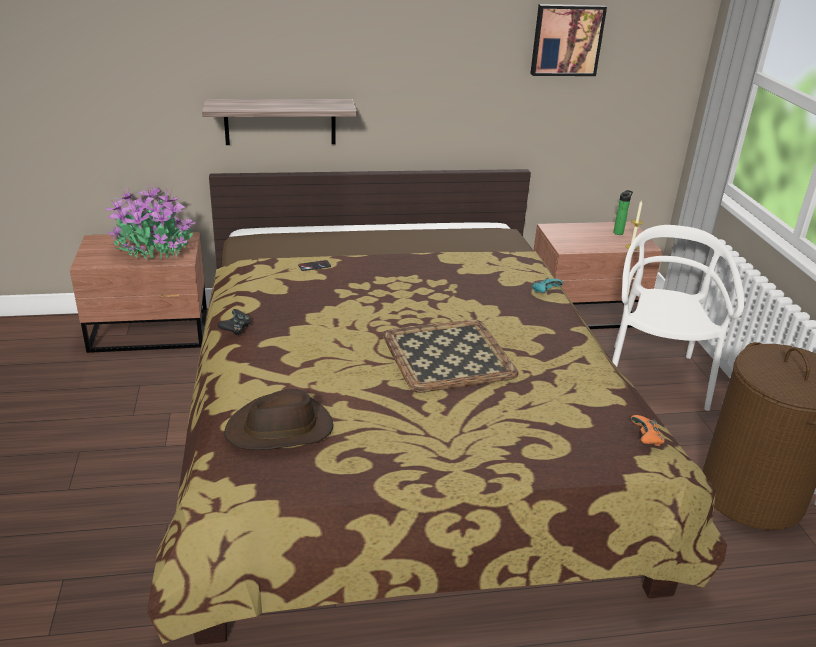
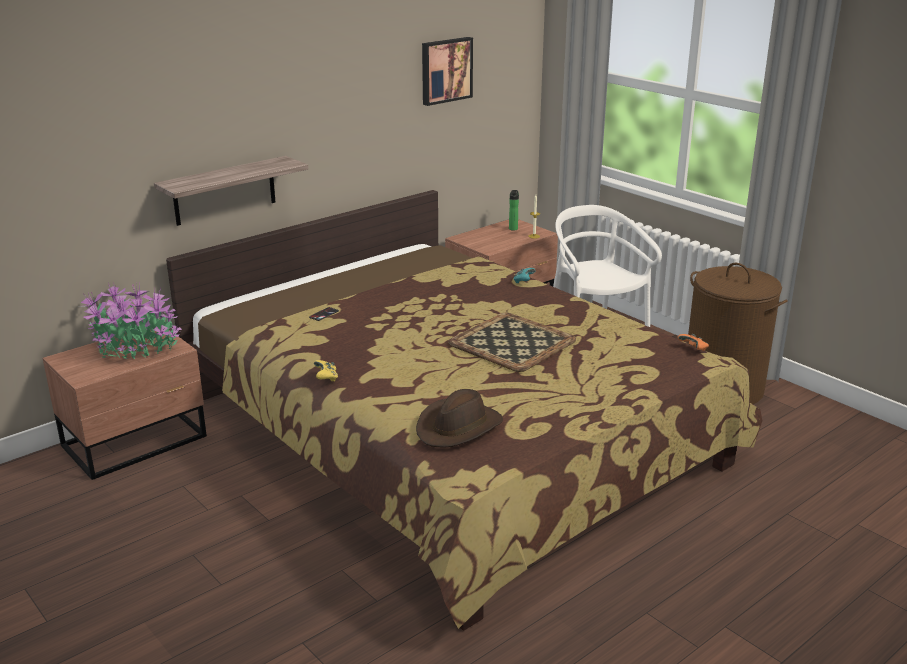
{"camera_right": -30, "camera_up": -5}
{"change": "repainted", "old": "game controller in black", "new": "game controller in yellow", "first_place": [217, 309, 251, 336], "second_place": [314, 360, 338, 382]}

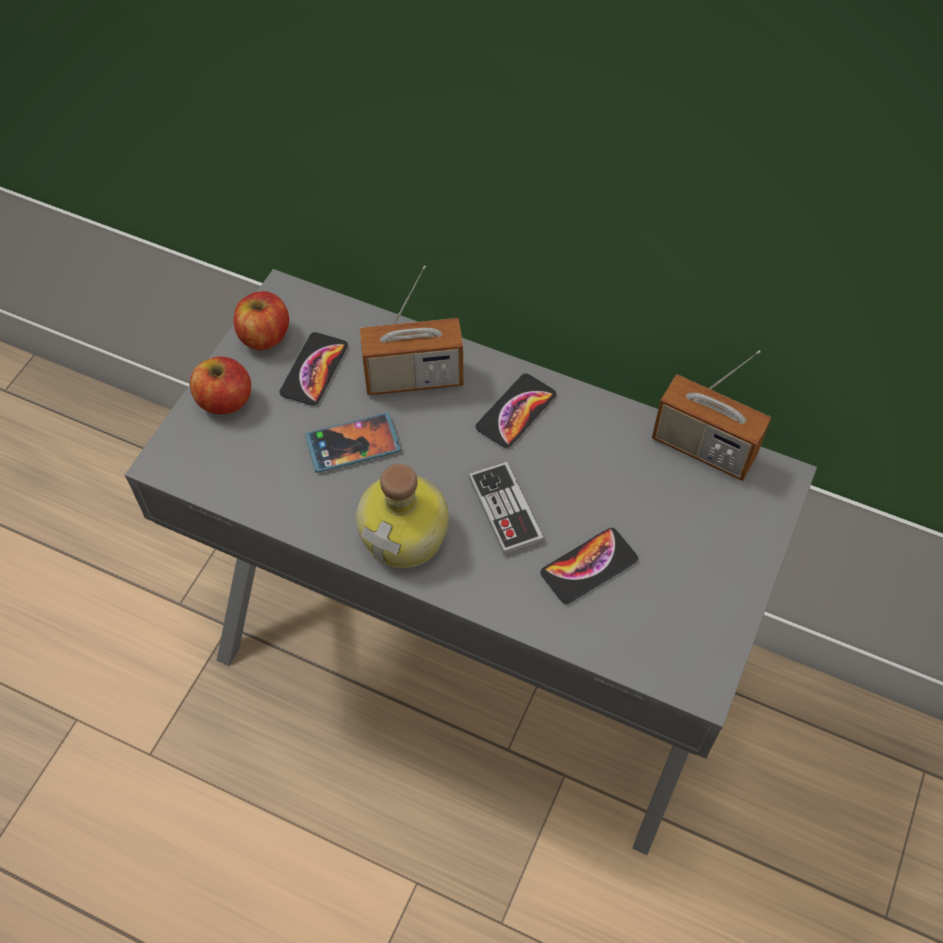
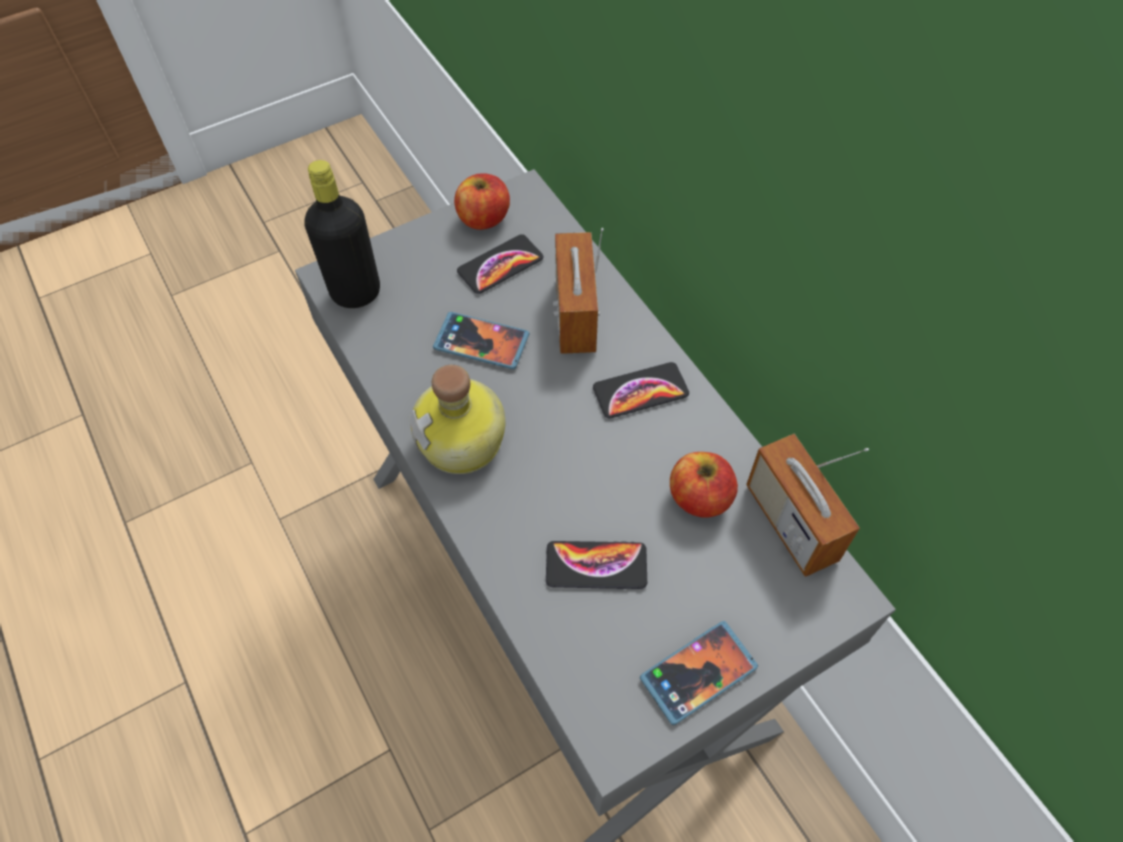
{"camera_right": 35, "camera_up": 0}
{"change": "gone", "old": "game controller", "first_place": [468, 461, 544, 555]}
{"change": "new", "new": "bottle in black", "second_place": [305, 160, 380, 308]}
{"change": "new", "new": "phone", "second_place": [640, 621, 758, 725]}
{"change": "shifted", "old": "apple", "first_place": [190, 356, 251, 415], "second_place": [670, 452, 738, 518]}
{"change": "rotated", "old": "radio", "first_place": [360, 266, 463, 395], "second_place": [553, 228, 604, 354], "degrees": 60}

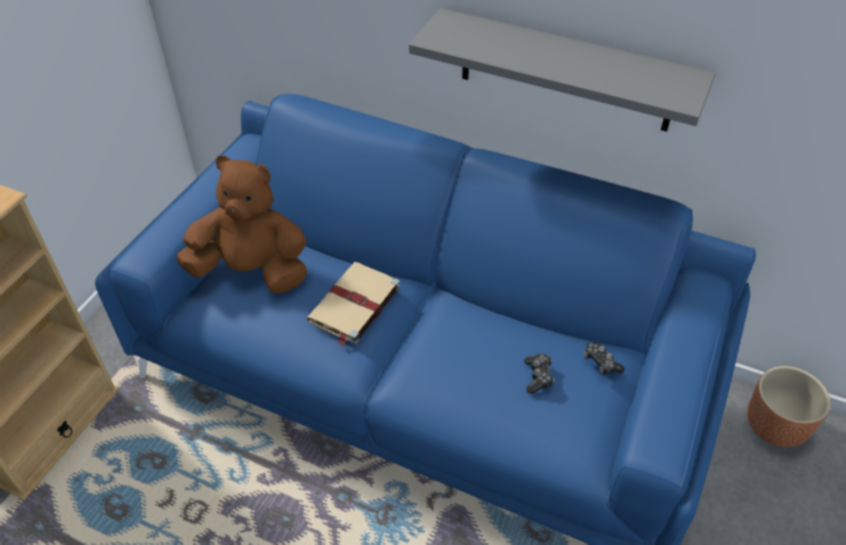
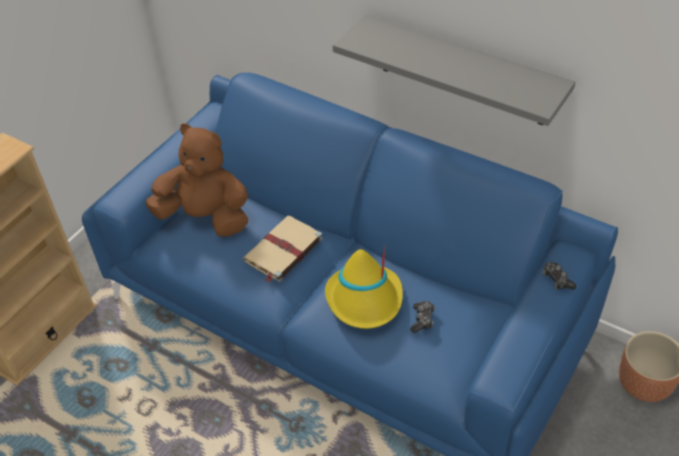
{"camera_right": 10, "camera_up": 0}
{"change": "new", "new": "hat in yellow", "second_place": [325, 246, 403, 329]}
{"change": "shifted", "old": "game controller", "first_place": [584, 342, 625, 375], "second_place": [543, 262, 576, 290]}

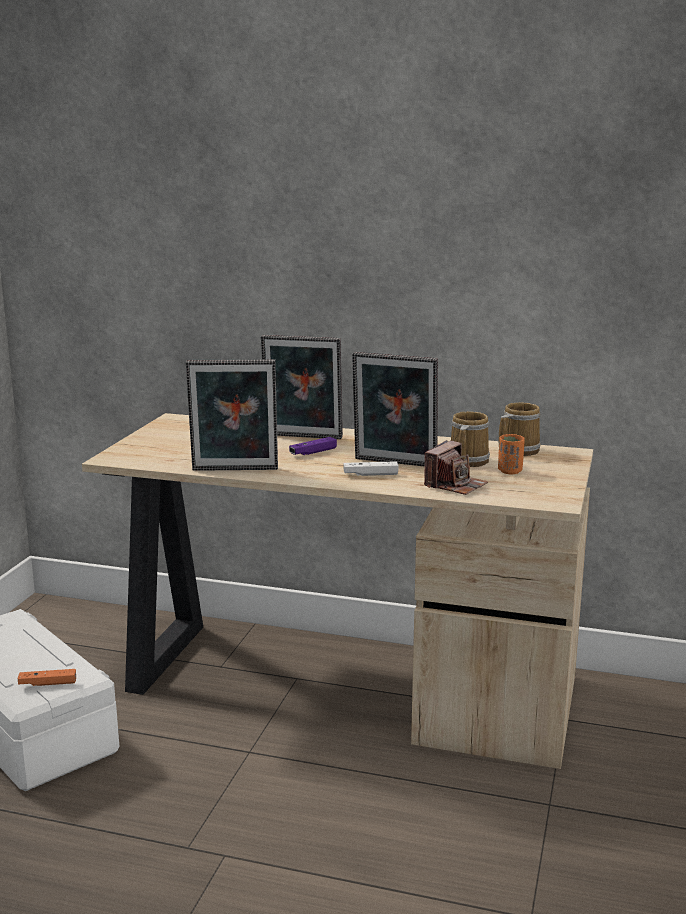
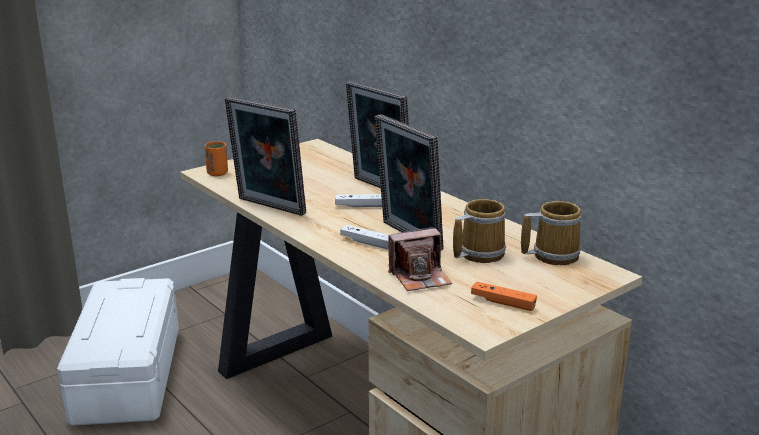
{"camera_right": 35, "camera_up": 5}
{"change": "shifted", "old": "game controller in orange", "first_place": [18, 669, 76, 686], "second_place": [471, 282, 537, 311]}
{"change": "shifted", "old": "cup in orange", "first_place": [498, 434, 525, 474], "second_place": [204, 141, 228, 176]}
{"change": "repainted", "old": "game controller in purple", "new": "game controller in white", "first_place": [289, 437, 337, 456], "second_place": [335, 194, 382, 207]}

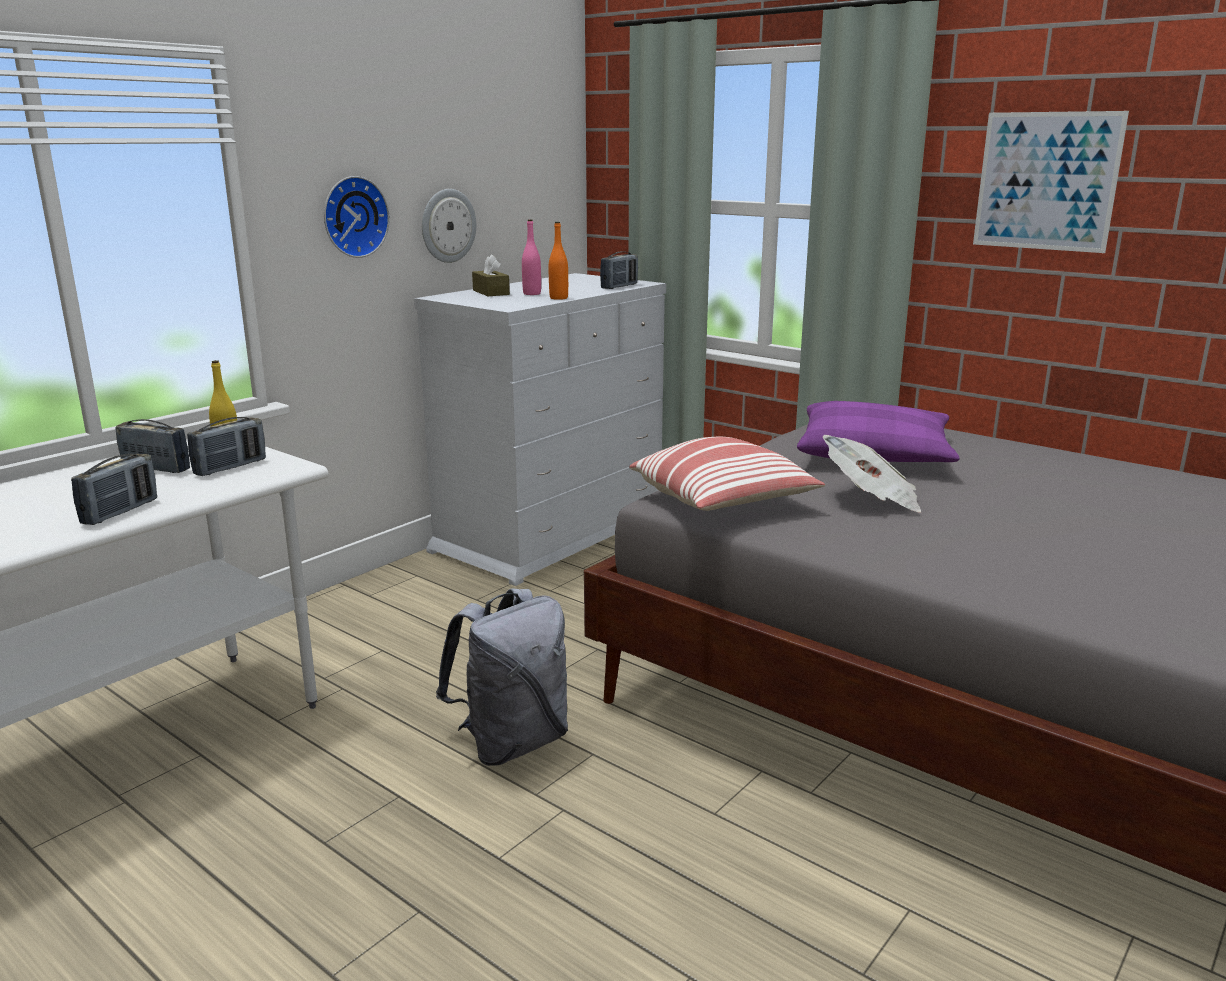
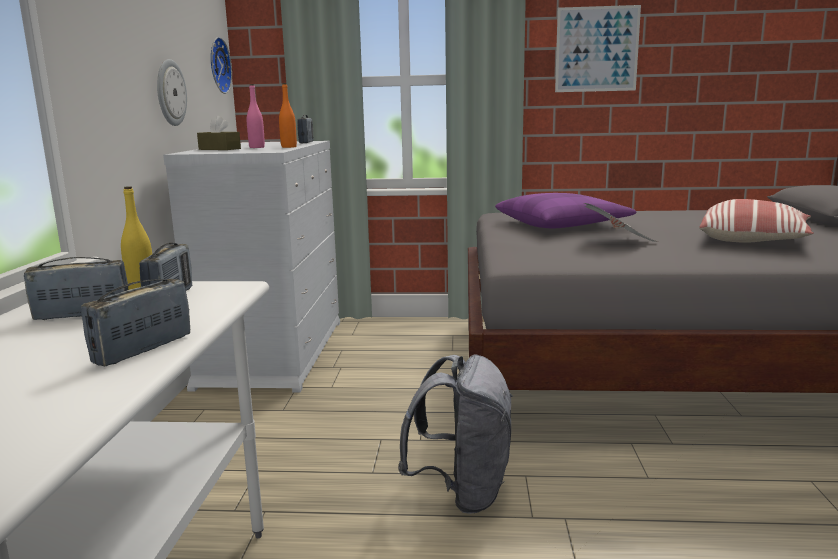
{"camera_right": -35, "camera_up": -5}
{"change": "shifted", "old": "wall clock", "first_place": [324, 176, 390, 258], "second_place": [211, 37, 232, 94]}
{"change": "shifted", "old": "pillow", "first_place": [629, 437, 825, 511], "second_place": [699, 199, 814, 243]}
{"change": "rotated", "old": "radio", "first_place": [71, 454, 157, 525], "second_place": [81, 279, 190, 366], "degrees": -135}

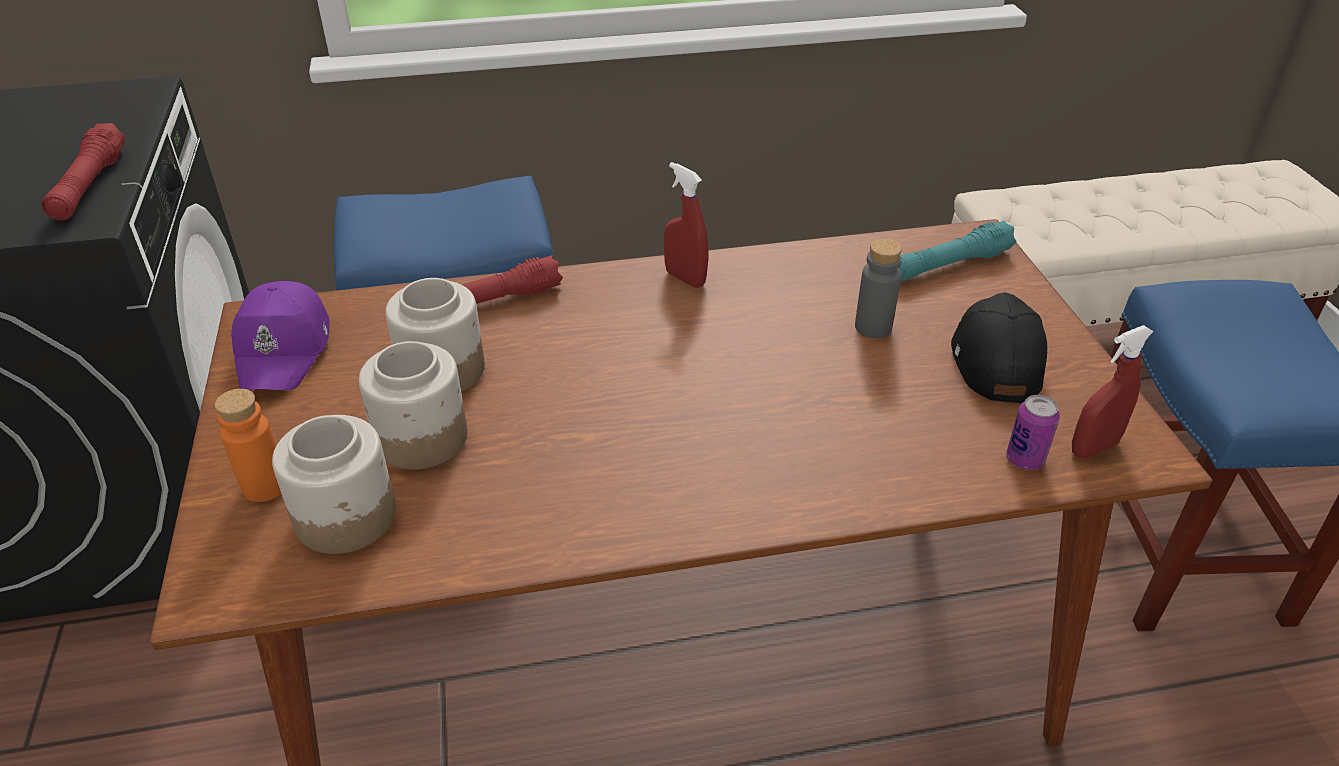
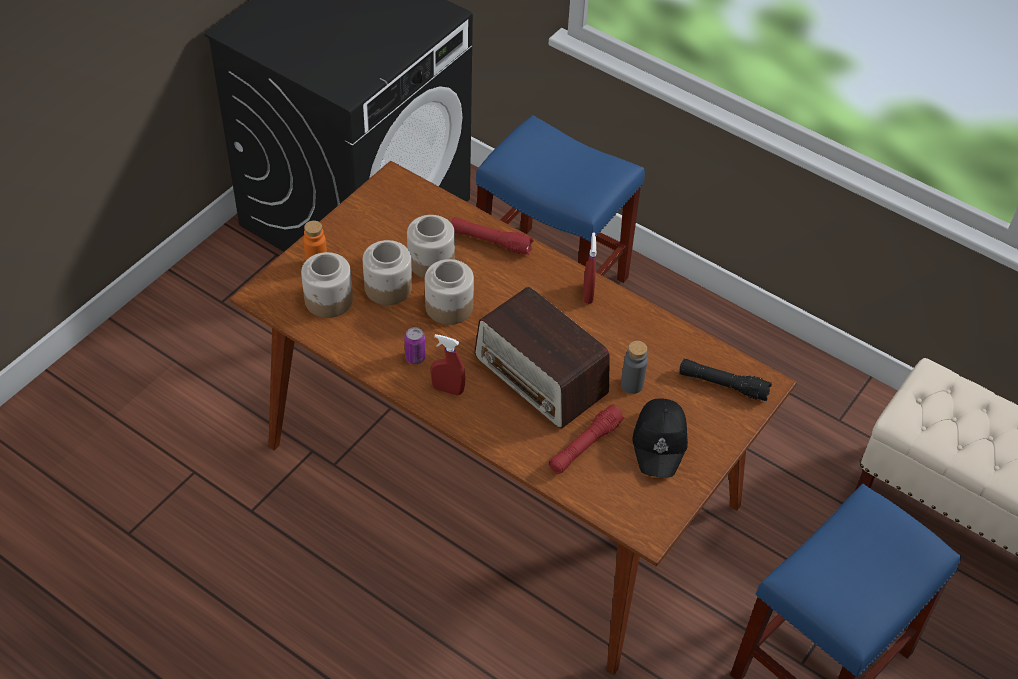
{"camera_right": 45, "camera_up": 10}
{"change": "gone", "old": "cap in purple", "first_place": [231, 281, 330, 390]}
{"change": "new", "new": "jar", "second_place": [425, 259, 474, 325]}
{"change": "new", "new": "radio", "second_place": [474, 287, 610, 429]}
{"change": "shifted", "old": "flashlight in red", "first_place": [41, 123, 125, 220], "second_place": [549, 404, 624, 474]}
{"change": "shifted", "old": "can", "first_place": [1006, 395, 1060, 470], "second_place": [404, 327, 425, 364]}
{"change": "shifted", "old": "spray bottle in red", "first_place": [1072, 325, 1154, 458], "second_place": [431, 334, 465, 396]}
{"change": "repainted", "old": "flashlight in turquoise", "new": "flashlight in black", "first_place": [899, 221, 1016, 281], "second_place": [679, 359, 772, 401]}
{"change": "rotated", "old": "cap in black", "first_place": [951, 292, 1047, 403], "second_place": [632, 398, 688, 478], "degrees": 135}

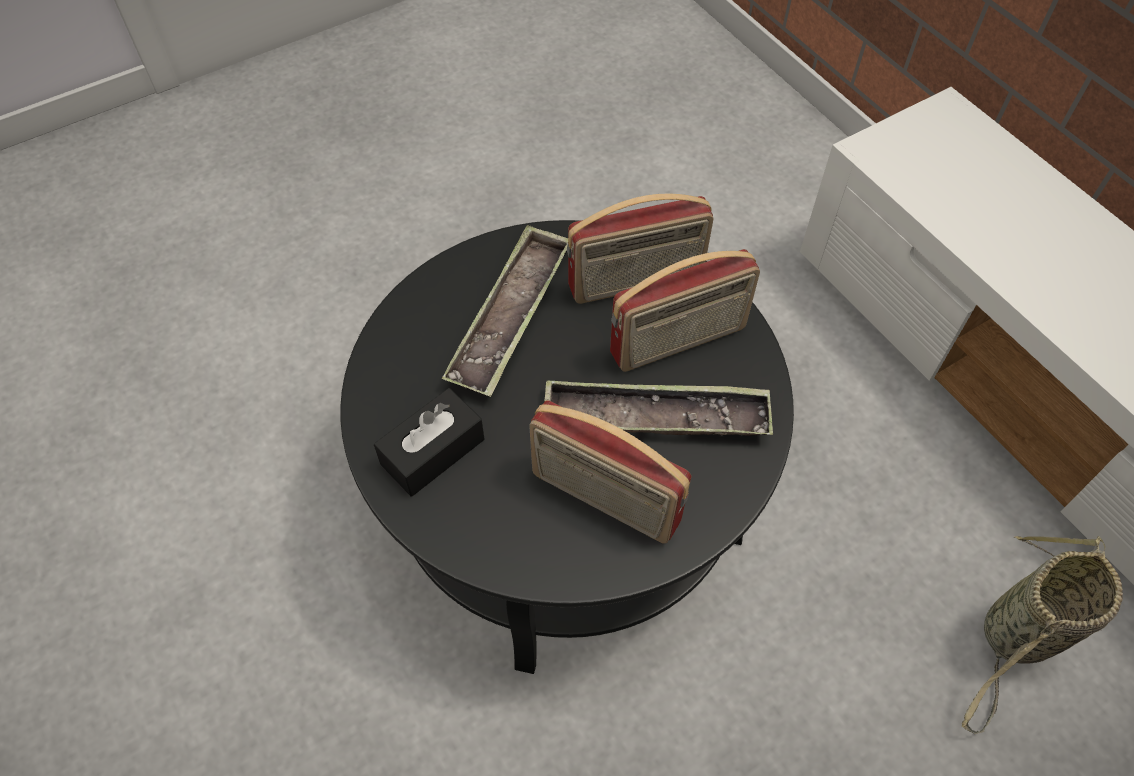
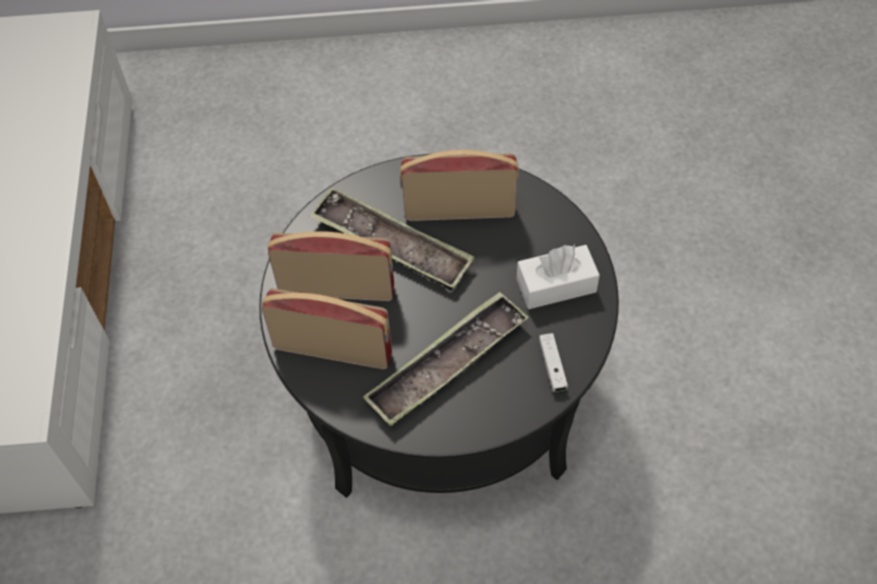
{"camera_right": -150, "camera_up": 0}
{"change": "gone", "old": "basket", "first_place": [962, 536, 1123, 734]}
{"change": "new", "new": "game controller in white", "second_place": [539, 333, 568, 392]}
{"change": "repainted", "old": "tissue box in black", "new": "tissue box in white", "first_place": [374, 388, 484, 497], "second_place": [517, 244, 600, 309]}
{"change": "rotated", "old": "radio", "first_place": [529, 400, 692, 544], "second_place": [400, 150, 519, 221], "degrees": -60}

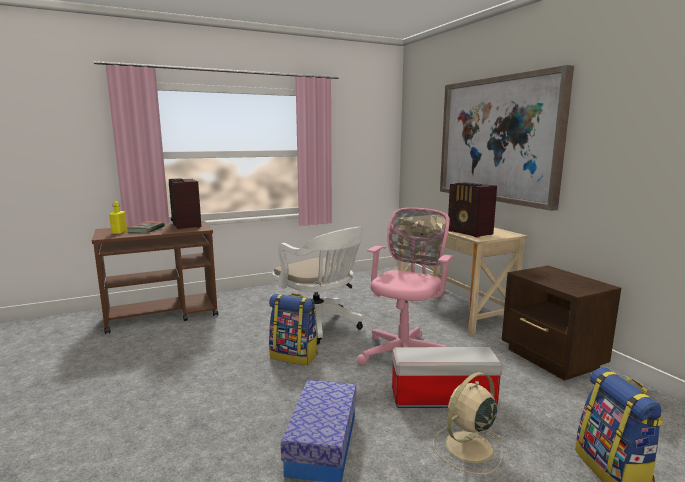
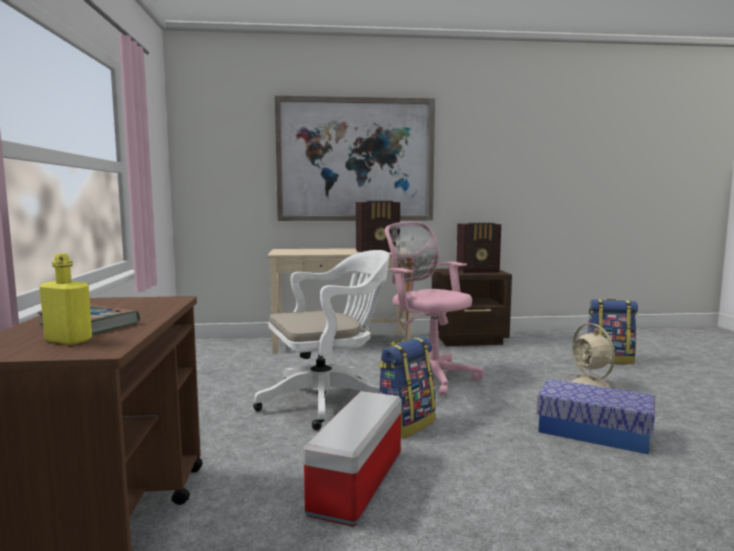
{"camera_right": -70, "camera_up": -5}
{"change": "shifted", "old": "radio", "first_place": [169, 178, 202, 229], "second_place": [456, 223, 501, 273]}
{"change": "shifted", "old": "storage box", "first_place": [392, 347, 503, 408], "second_place": [303, 391, 402, 526]}

